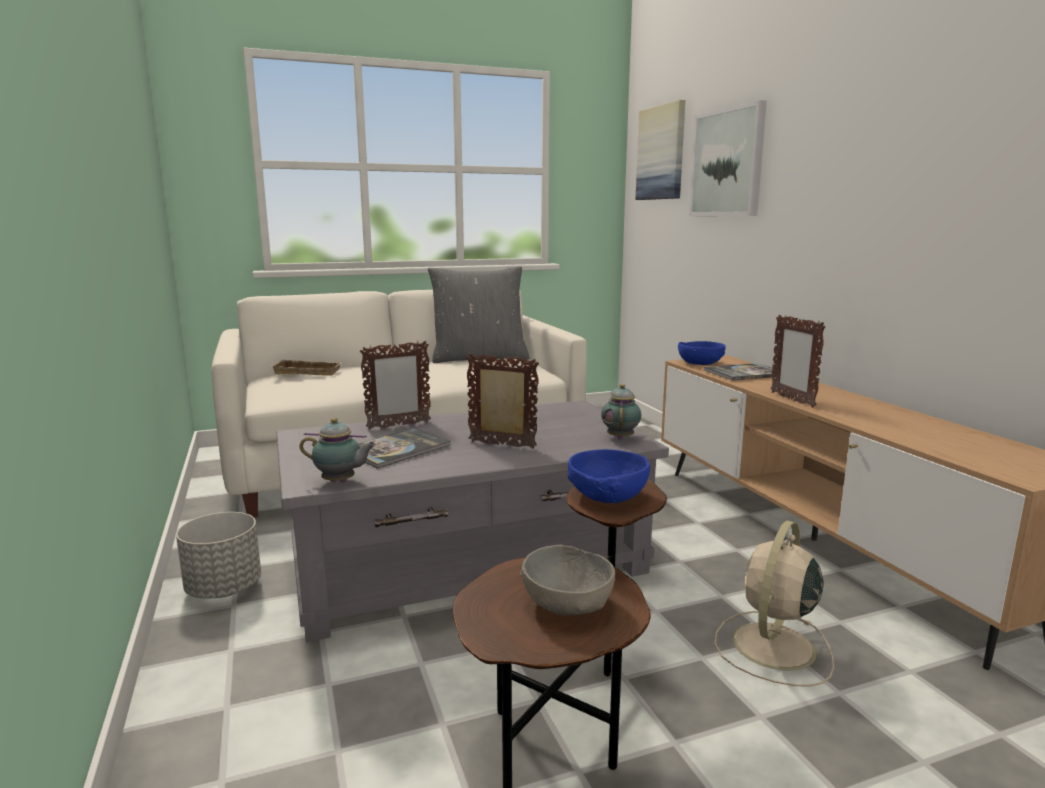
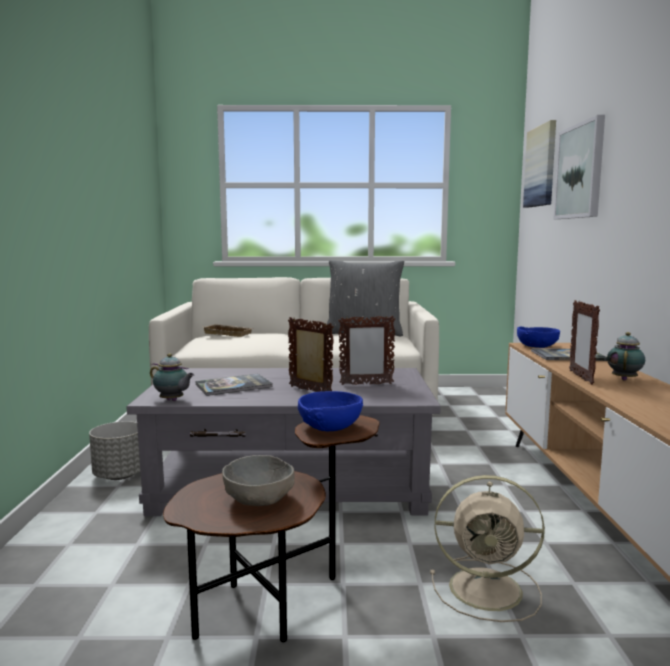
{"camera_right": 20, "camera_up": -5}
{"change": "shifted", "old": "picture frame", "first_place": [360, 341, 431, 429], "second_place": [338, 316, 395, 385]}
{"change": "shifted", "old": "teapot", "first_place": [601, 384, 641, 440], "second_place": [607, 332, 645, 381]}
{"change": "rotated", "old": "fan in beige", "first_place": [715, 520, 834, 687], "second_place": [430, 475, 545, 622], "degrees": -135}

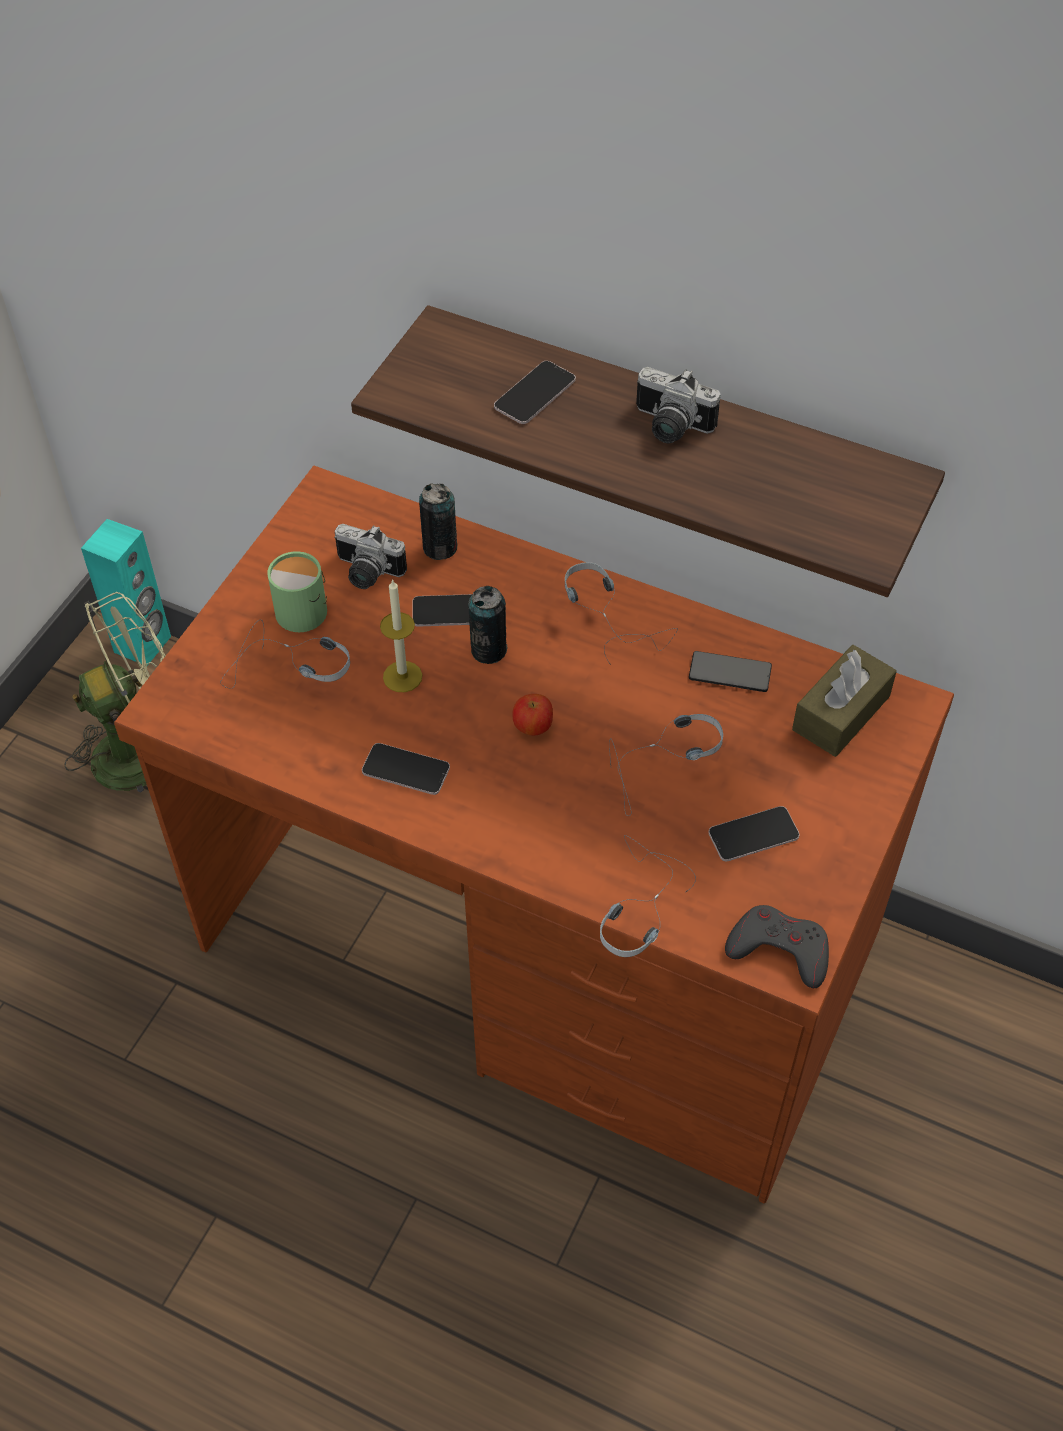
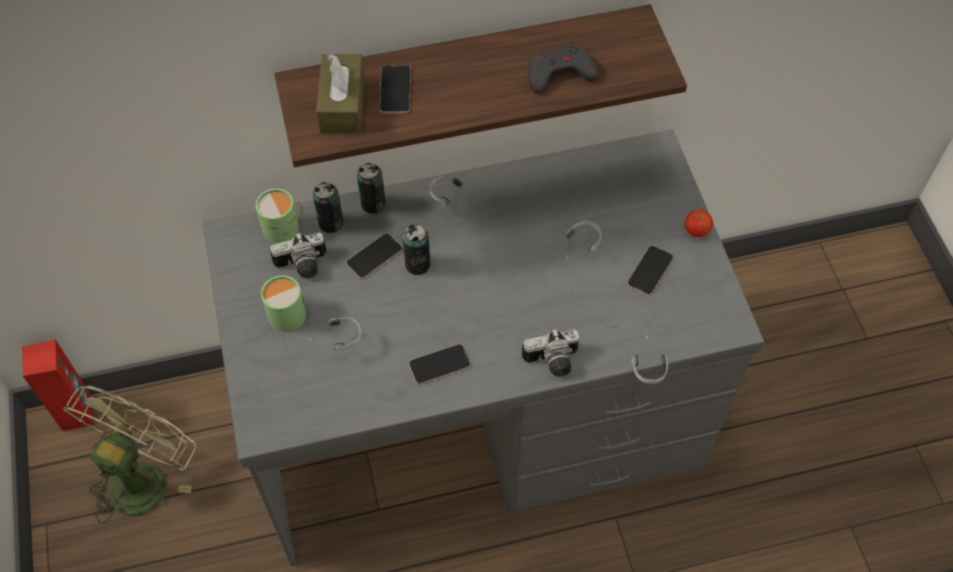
{"camera_right": -40, "camera_up": 5}
{"change": "gone", "old": "candle", "first_place": [380, 579, 422, 692]}
{"change": "gone", "old": "phone", "first_place": [689, 651, 772, 692]}
{"change": "new", "new": "mug in green", "second_place": [256, 188, 304, 244]}
{"change": "new", "new": "can", "second_place": [357, 163, 386, 214]}
{"change": "shifted", "old": "apple", "first_place": [512, 694, 553, 736], "second_place": [684, 209, 713, 237]}
{"change": "shifted", "old": "photo camera", "first_place": [636, 367, 720, 443], "second_place": [522, 329, 580, 377]}
{"change": "shifted", "old": "game controller in grey", "first_place": [725, 905, 829, 988], "second_place": [529, 44, 598, 93]}
{"change": "shifted", "old": "tissue box in brown", "first_place": [792, 645, 897, 757], "second_place": [316, 54, 365, 134]}
{"change": "repainted", "old": "speaker in turquoise", "new": "speaker in red", "first_place": [81, 519, 171, 666], "second_place": [22, 339, 93, 431]}
{"change": "repainted", "old": "desk in brown", "new": "desk in grey", "first_place": [114, 466, 954, 1203], "second_place": [203, 129, 764, 566]}

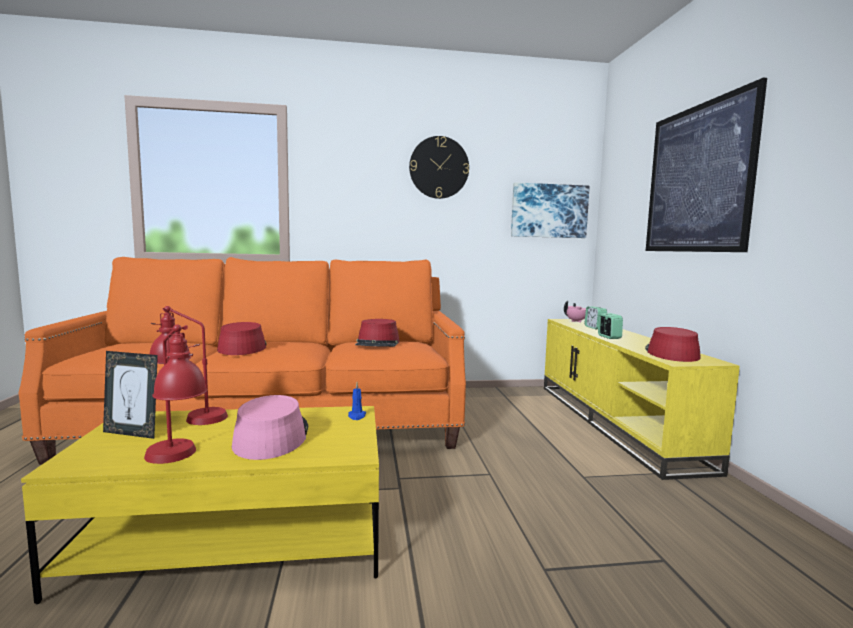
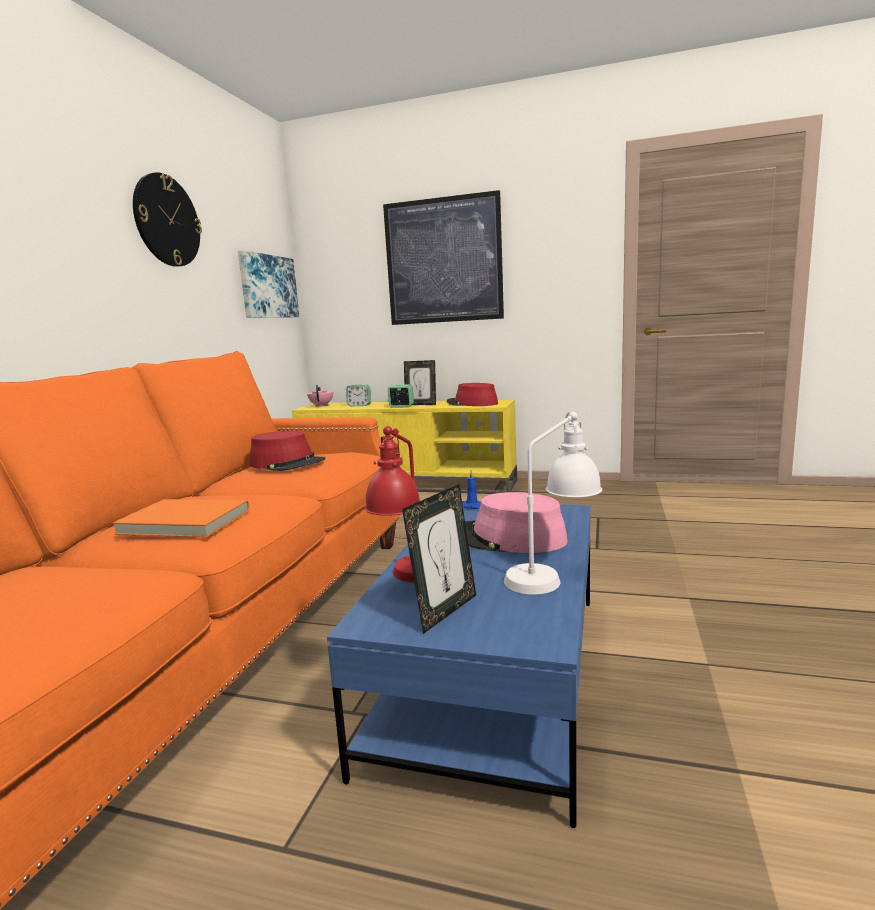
{"camera_right": -65, "camera_up": 5}
{"change": "new", "new": "picture frame", "second_place": [404, 360, 436, 405]}
{"change": "swapped", "old": "hat in red", "new": "book in orange", "first_place": [217, 322, 267, 355], "second_place": [113, 499, 249, 537]}
{"change": "repainted", "old": "coffee table in yellow", "new": "coffee table in blue", "first_place": [21, 406, 379, 604], "second_place": [327, 501, 591, 828]}
{"change": "repainted", "old": "table lamp in red", "new": "table lamp in white", "first_place": [144, 324, 207, 464], "second_place": [504, 412, 602, 595]}

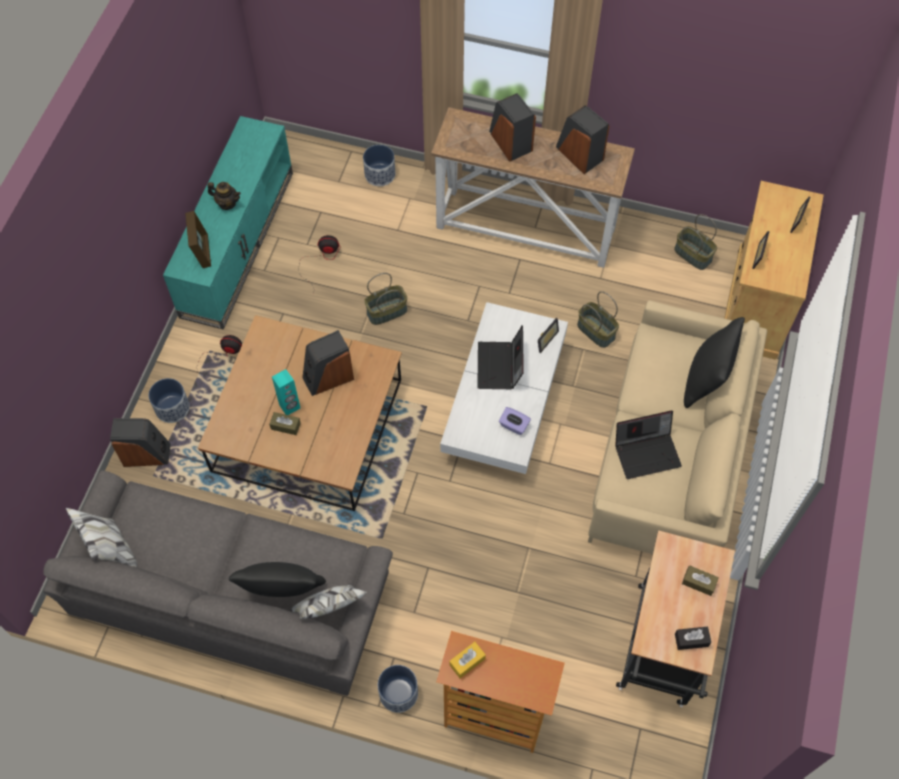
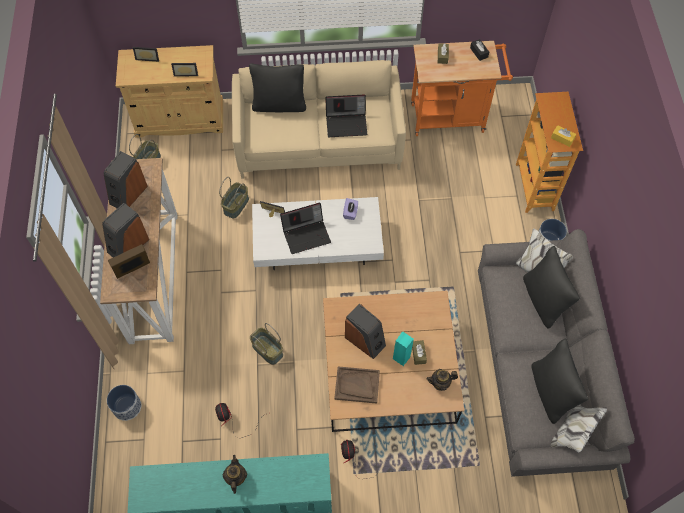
{"camera_right": -110, "camera_up": 0}
{"change": "gone", "old": "speaker", "first_place": [110, 418, 171, 467]}
{"change": "gone", "old": "planter", "first_place": [149, 378, 190, 423]}
{"change": "new", "new": "tray in brown", "second_place": [334, 366, 380, 404]}
{"change": "new", "new": "teapot", "second_place": [427, 369, 458, 391]}
{"change": "new", "new": "pillow in black", "second_place": [532, 339, 588, 424]}
{"change": "shifted", "old": "picture frame", "first_place": [185, 211, 211, 268], "second_place": [108, 244, 150, 279]}
{"change": "repainted", "old": "cart in black", "new": "cart in orange", "first_place": [616, 530, 735, 708], "second_place": [411, 41, 513, 136]}
{"change": "rotated", "old": "laptop", "first_place": [615, 410, 682, 479], "second_place": [325, 94, 367, 137], "degrees": 120}

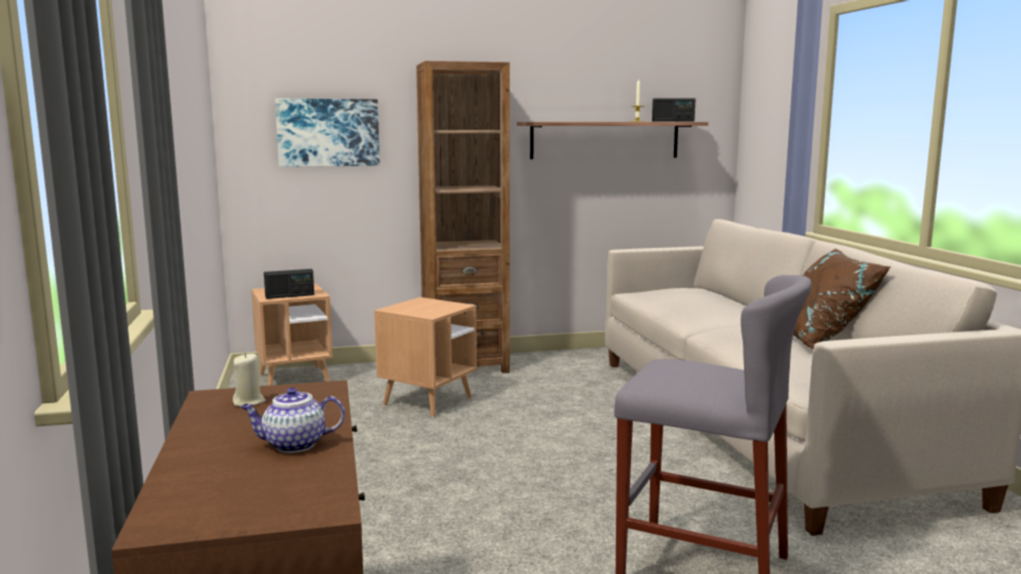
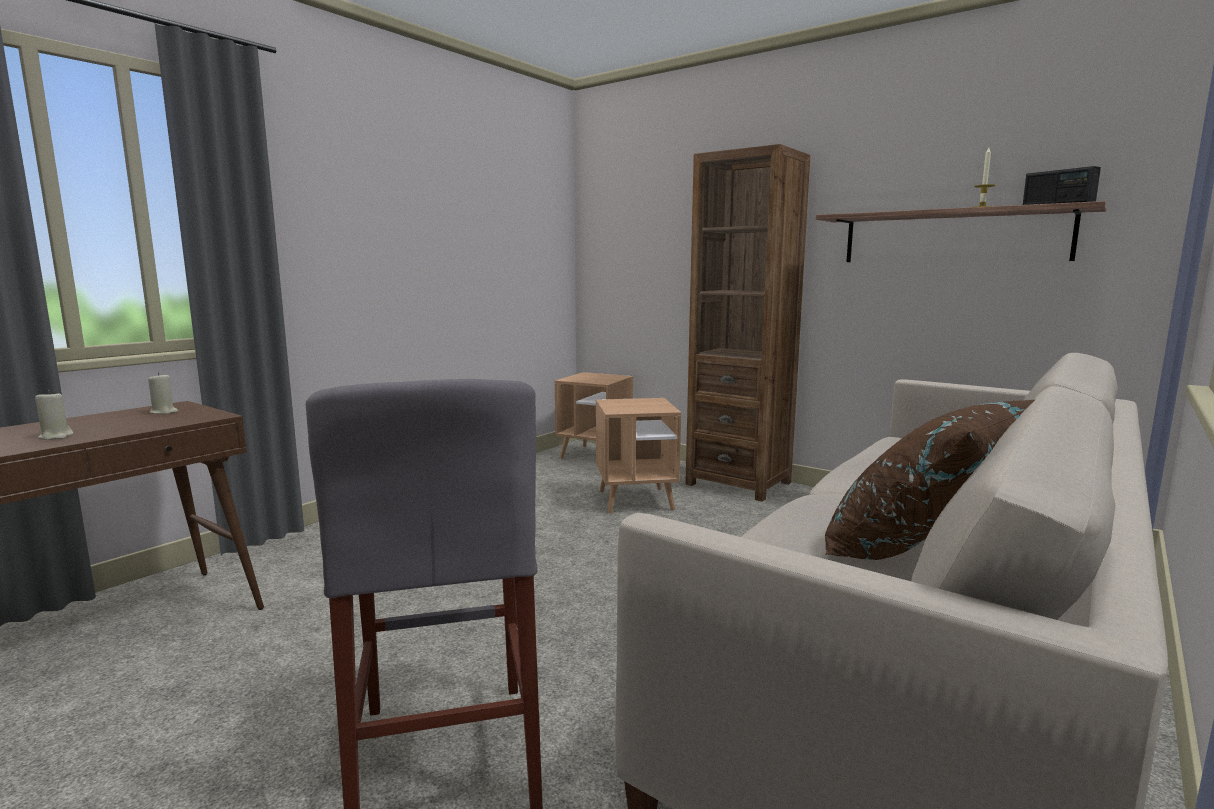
{"camera_right": 50, "camera_up": 0}
{"change": "gone", "old": "radio", "first_place": [264, 269, 314, 299]}
{"change": "gone", "old": "picture", "first_place": [275, 99, 380, 167]}
{"change": "swapped", "old": "teapot", "new": "candle in beige", "first_place": [241, 387, 345, 453], "second_place": [35, 391, 73, 440]}

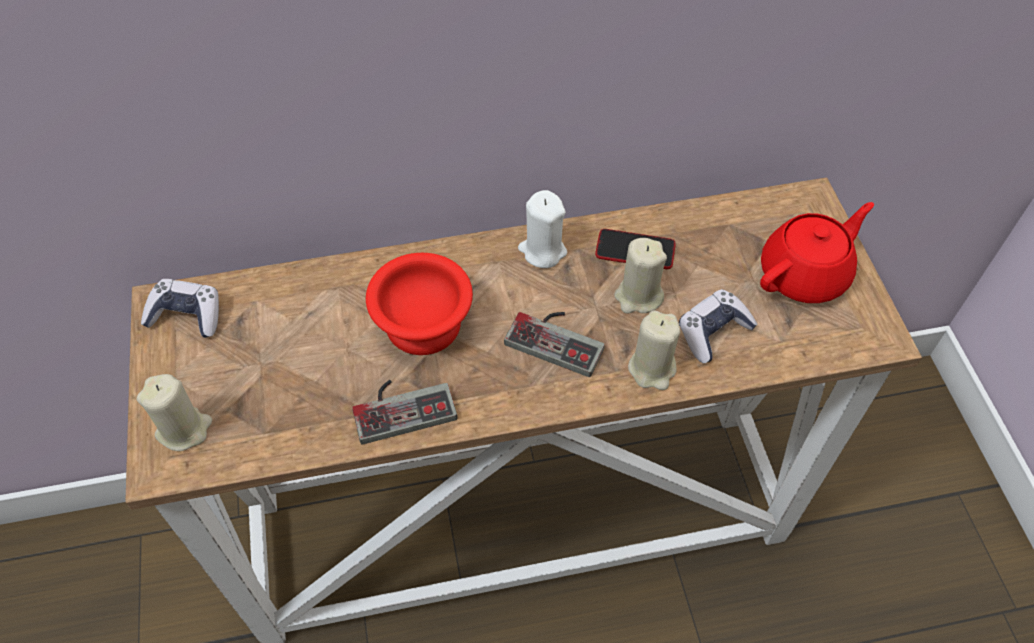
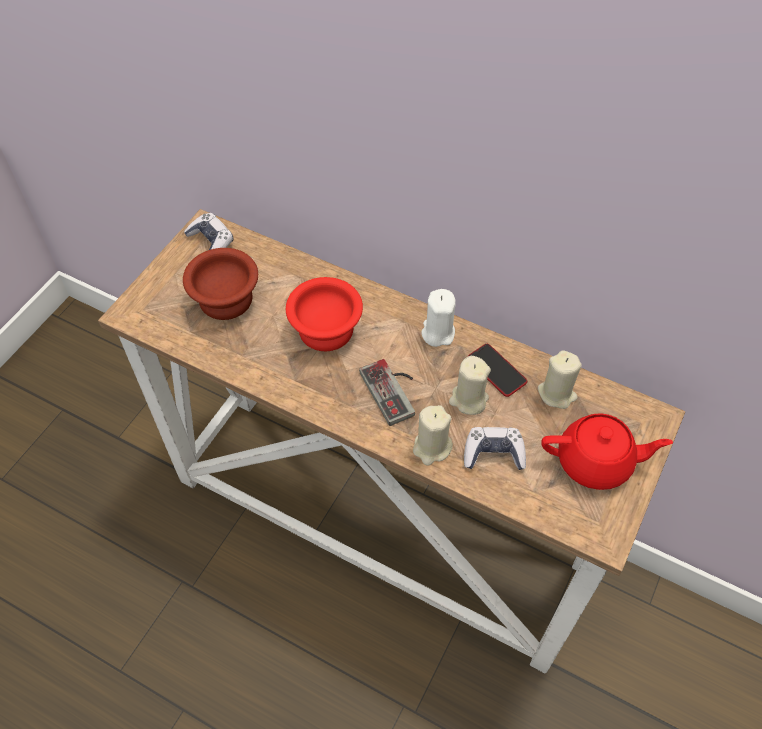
{"camera_right": 40, "camera_up": 0}
{"change": "gone", "old": "game controller", "first_place": [352, 380, 458, 444]}
{"change": "new", "new": "bowl in brown", "second_place": [183, 248, 258, 320]}
{"change": "shifted", "old": "candle in beige", "first_place": [137, 374, 212, 451], "second_place": [538, 350, 582, 409]}

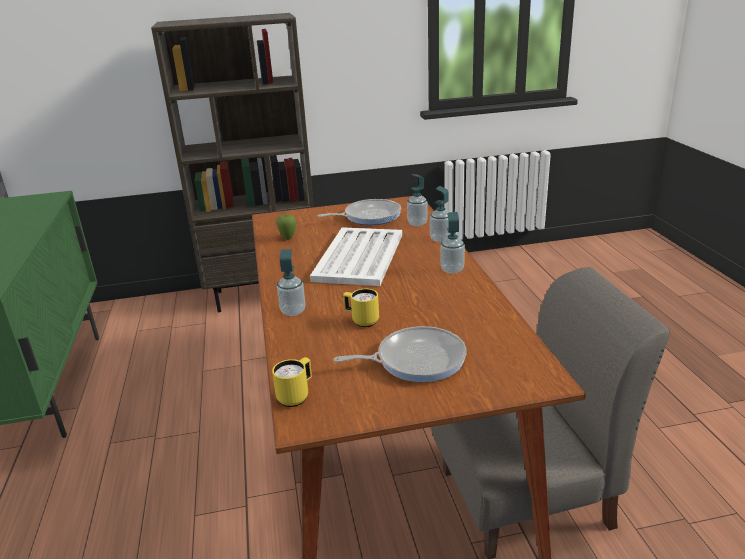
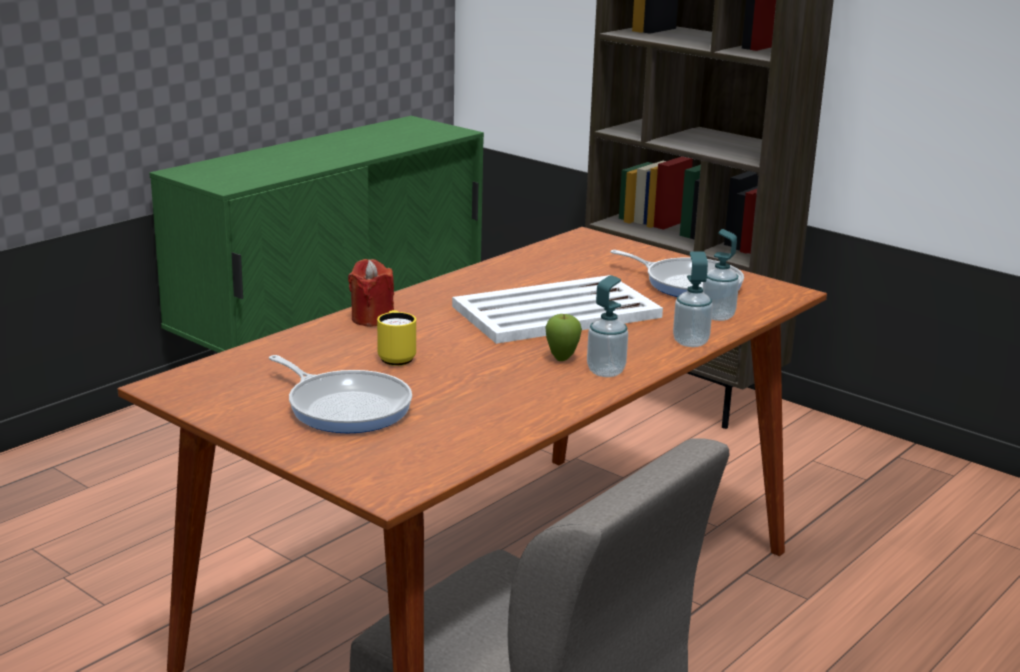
{"camera_right": 50, "camera_up": -5}
{"change": "gone", "old": "mug in yellow", "first_place": [272, 357, 312, 407]}
{"change": "shifted", "old": "apple", "first_place": [276, 214, 297, 240], "second_place": [546, 314, 582, 361]}
{"change": "swapped", "old": "soap dispenser", "new": "candle in red", "first_place": [277, 249, 306, 316], "second_place": [348, 259, 394, 327]}

